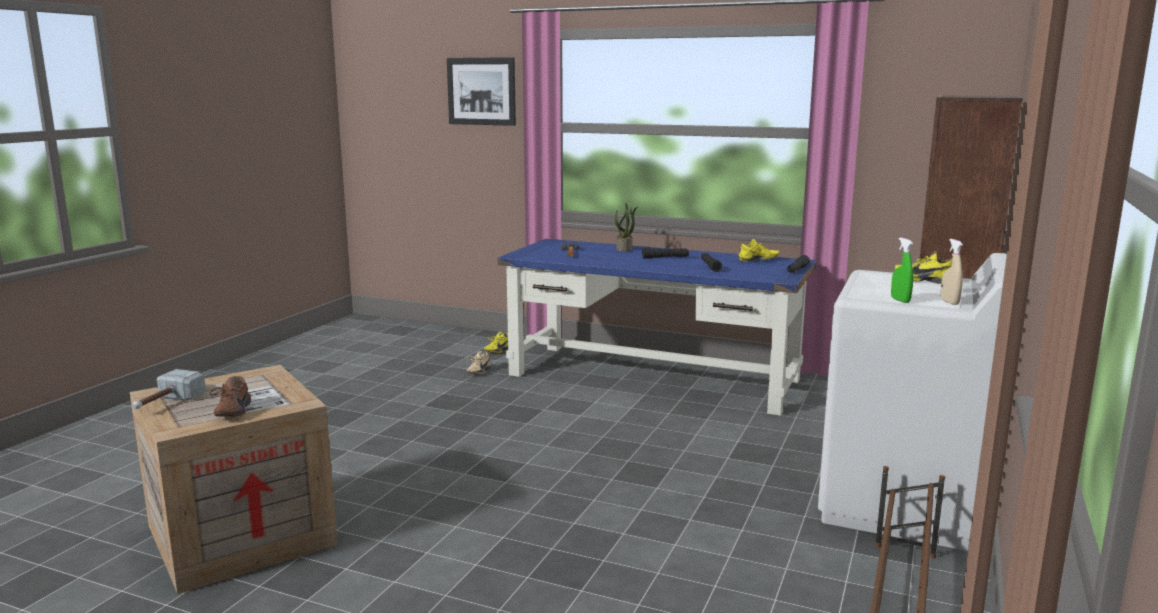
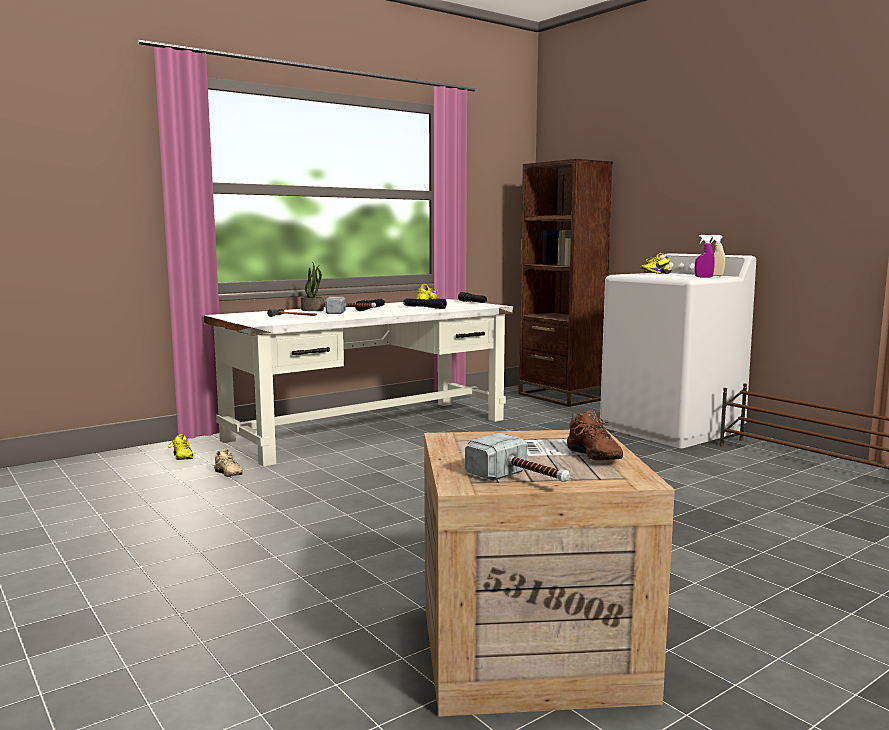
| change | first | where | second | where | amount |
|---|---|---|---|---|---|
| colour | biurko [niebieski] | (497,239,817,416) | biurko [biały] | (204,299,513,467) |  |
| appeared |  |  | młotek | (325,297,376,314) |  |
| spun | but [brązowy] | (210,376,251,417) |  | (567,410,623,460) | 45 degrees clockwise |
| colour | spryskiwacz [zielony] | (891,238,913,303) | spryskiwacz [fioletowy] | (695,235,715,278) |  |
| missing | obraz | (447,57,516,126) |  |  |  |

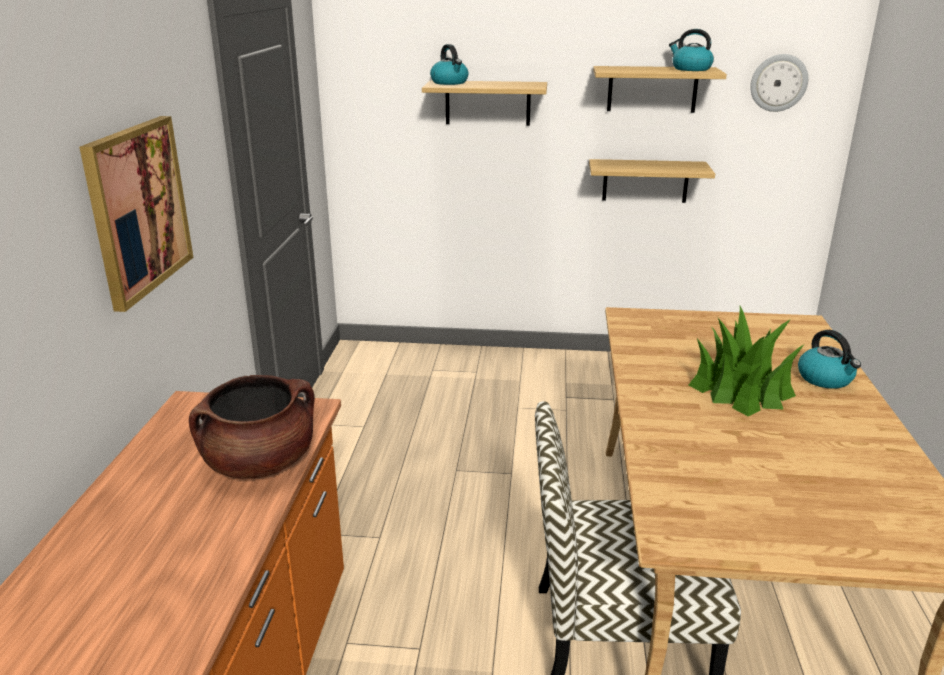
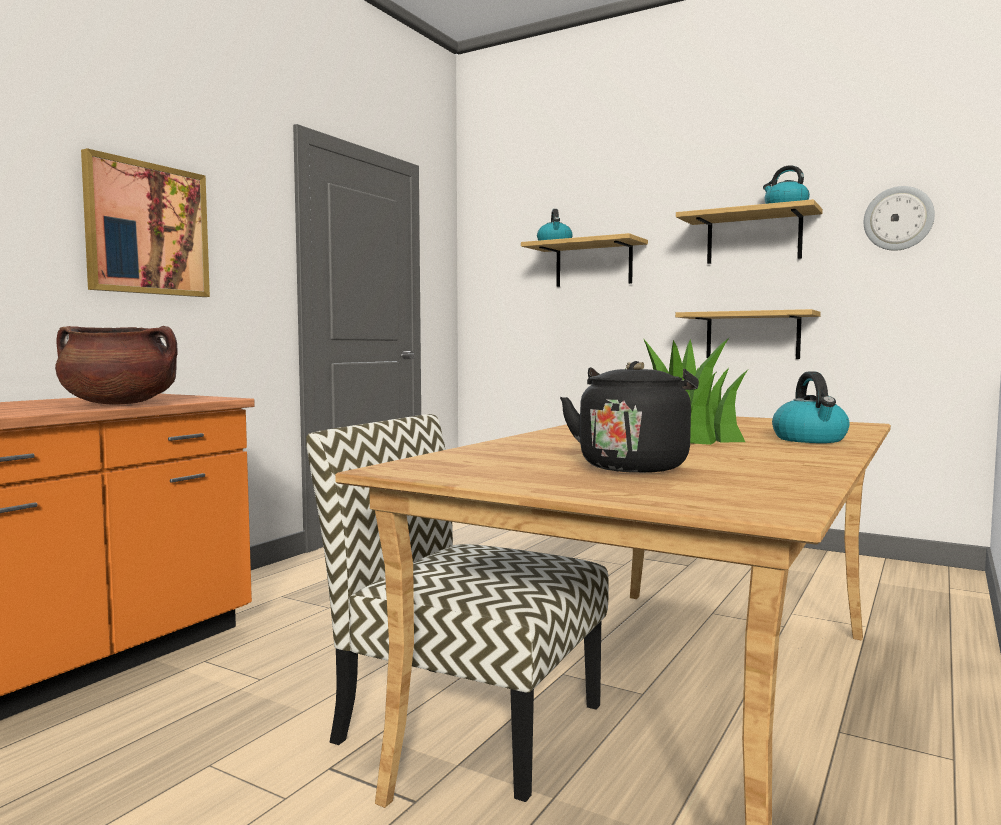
| change | first | where | second | where | amount |
|---|---|---|---|---|---|
| appeared |  |  | czajnik [czarny] | (560,361,699,473) |  |

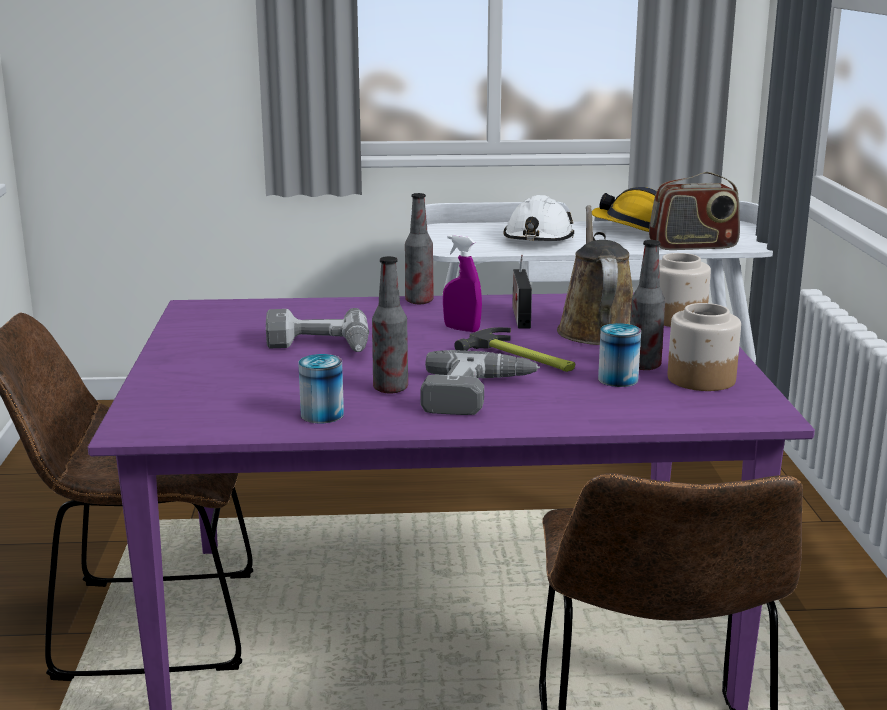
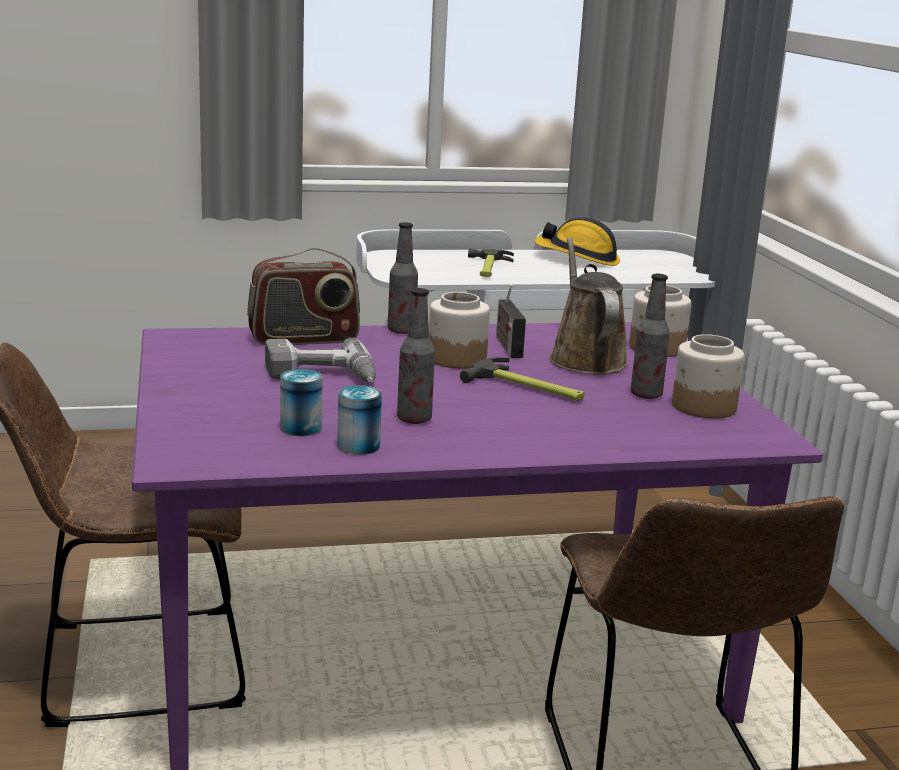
| change | first | where | second | where | amount |
|---|---|---|---|---|---|
| relocated | radio | (649,172,740,250) |  | (247,248,360,345) |  |
| relocated | puszka | (598,323,641,387) |  | (280,369,323,436) |  |
| exchanged | spryskiwacz [fioletowy] | (443,235,482,332) | słoik | (429,292,490,369) |  |
| exchanged | kask [biały] | (503,195,574,241) | młotek | (468,248,514,277) |  |
| missing | wiertarka | (420,350,540,415) |  |  |  |

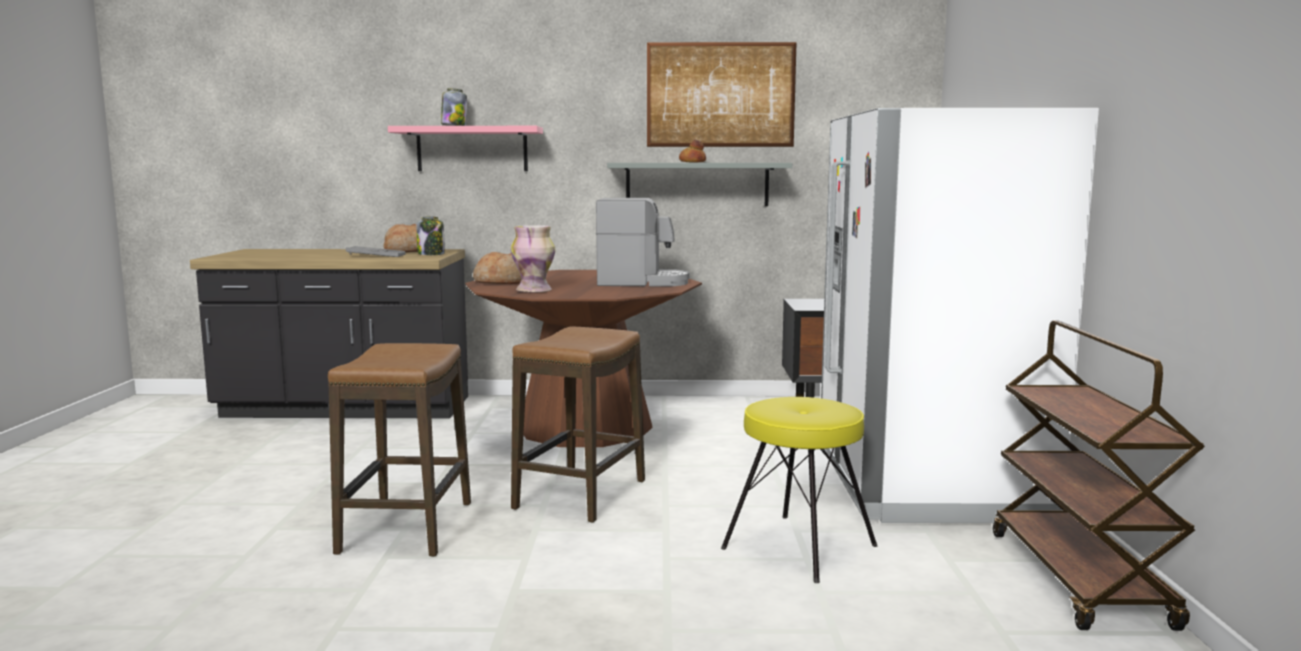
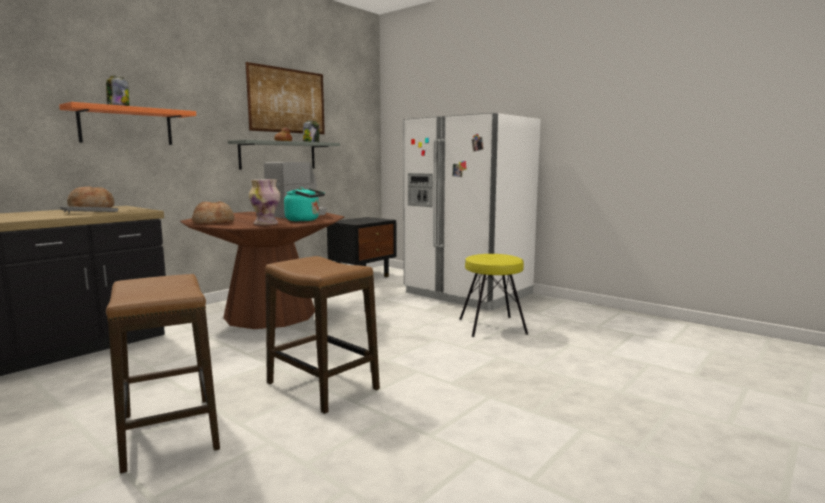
| change | first | where | second | where | amount |
|---|---|---|---|---|---|
| colour | półka [różowy] | (388,126,543,171) | półka [pomarańczowy] | (59,102,196,145) |  |
| relocated | stołek | (511,327,645,523) |  | (106,274,220,473) |  |
| appeared |  |  | czajnik [turkusowy] | (284,187,325,222) |  |
| relocated | słoik | (417,216,445,255) |  | (303,120,320,142) |  |
| missing | wózek [brązowy] | (993,321,1205,631) |  |  |  |

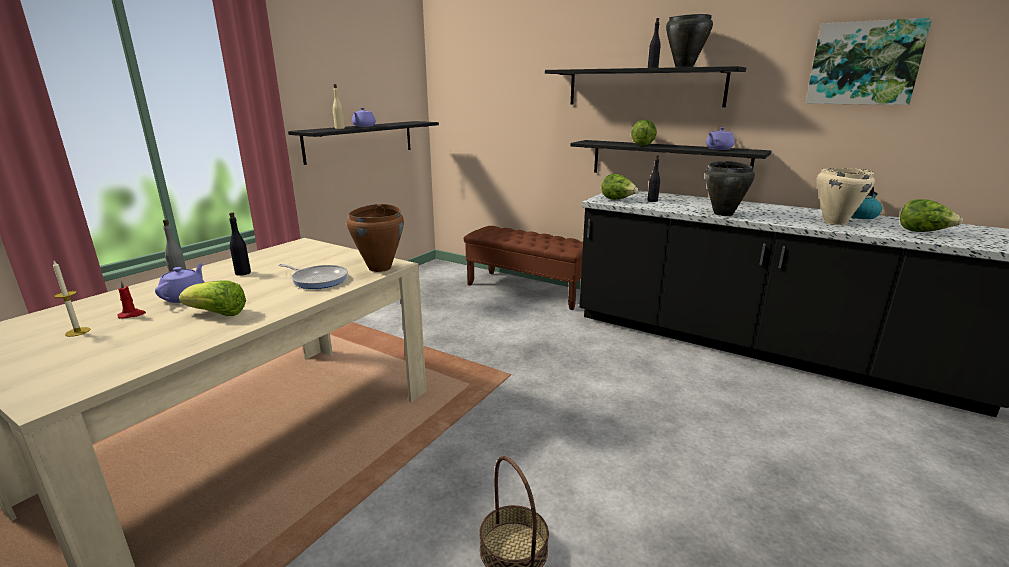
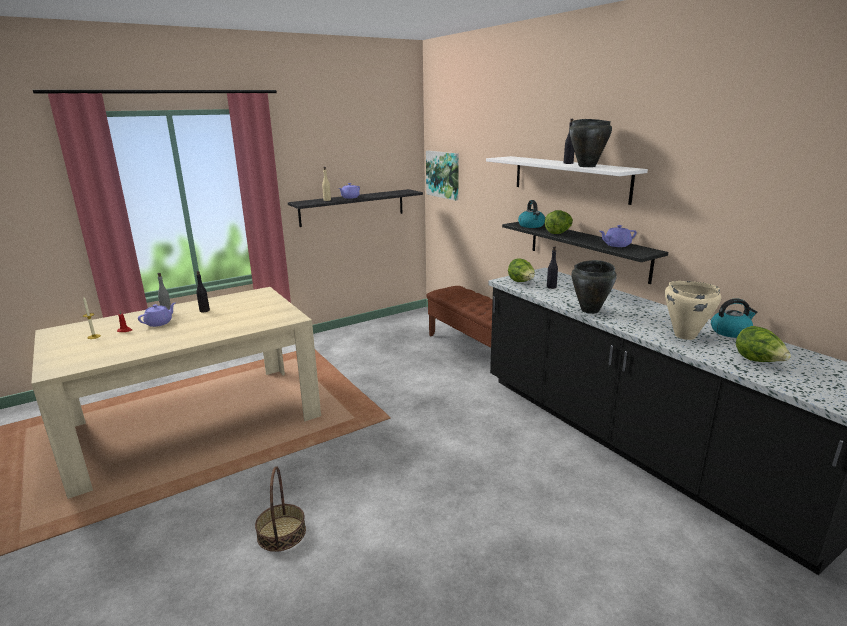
| change | first | where | second | where | amount |
|---|---|---|---|---|---|
| relocated | obraz | (805,18,932,105) |  | (426,151,459,201) |  |
| colour | półka [czarny] | (545,66,746,107) | półka [biały] | (486,156,648,205) |  |
| appeared |  |  | czajnik | (518,200,545,228) |  |
| missing | sałata | (179,280,246,316) |  |  |  |
| missing | patelnia | (278,264,348,289) |  |  |  |
| missing | garnek [brązowy] | (347,204,404,272) |  |  |  |

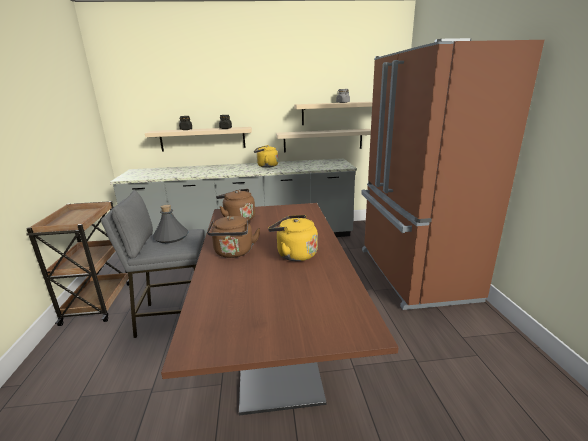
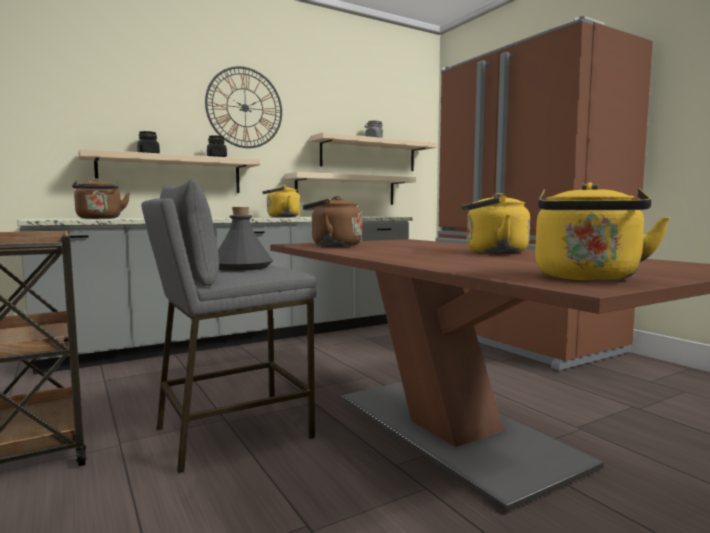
| change | first | where | second | where | amount |
|---|---|---|---|---|---|
| relocated | czajnik [brązowy] | (207,216,260,258) |  | (72,178,130,219) |  |
| appeared |  |  | zegar ścienny | (205,66,282,148) |  |
| appeared |  |  | czajnik [żółty] | (535,182,670,281) |  |

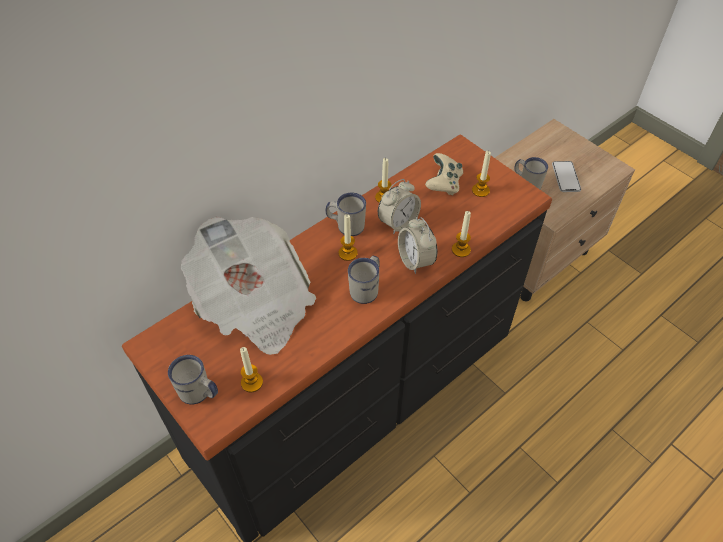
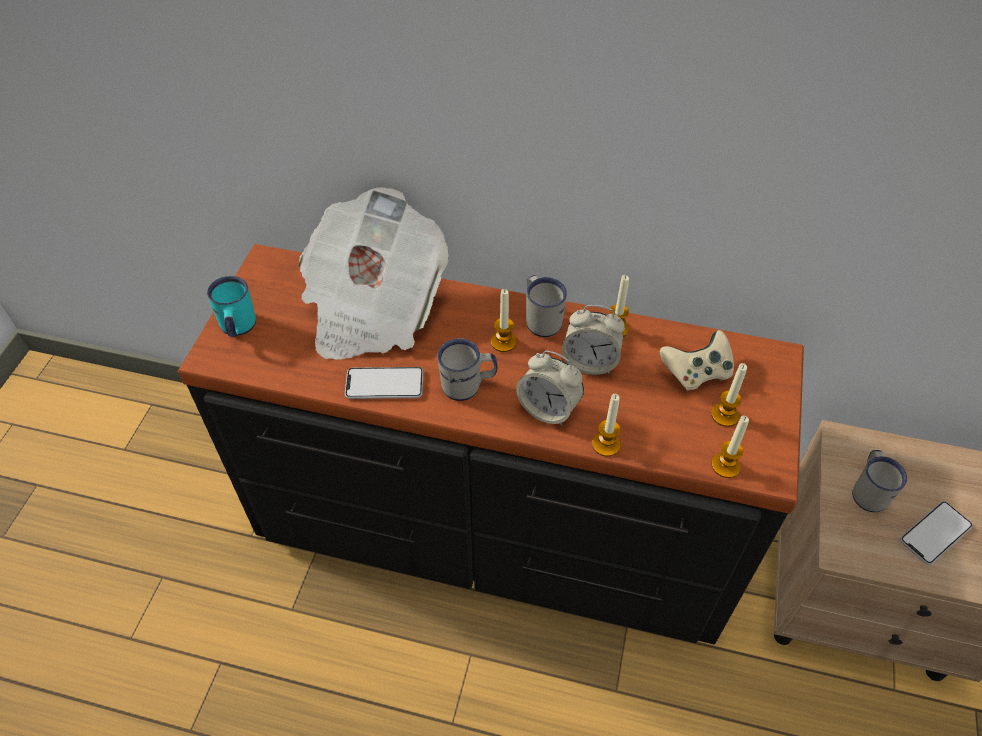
| change | first | where | second | where | amount |
|---|---|---|---|---|---|
| colour | kubek [biały] | (168,355,218,405) | kubek [turkusowy] | (207,276,256,337) |  |
| appeared |  |  | telefon | (345,367,424,399) |  |
| spun | budzik | (398,217,437,274) |  | (516,351,584,426) | 90 degrees counterclockwise |
| relocated | świeca | (240,347,263,392) |  | (711,416,749,478) |  |

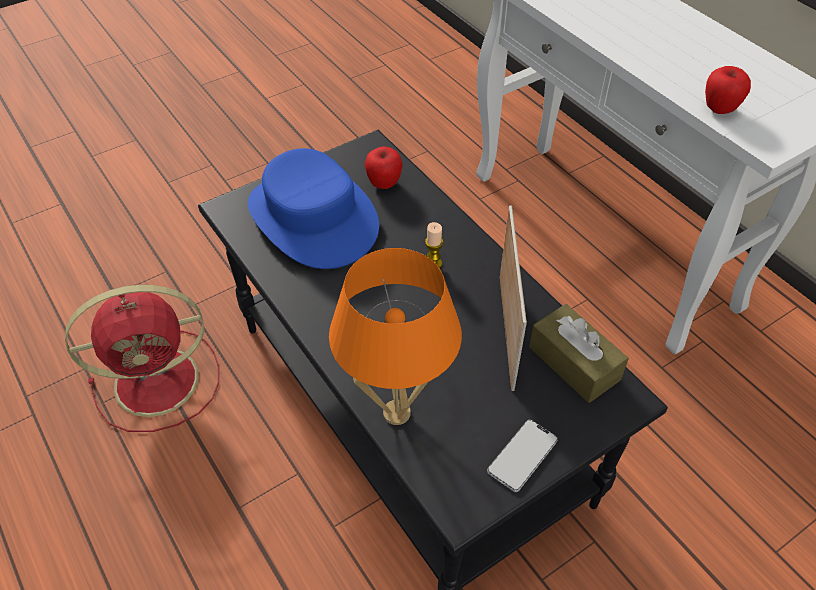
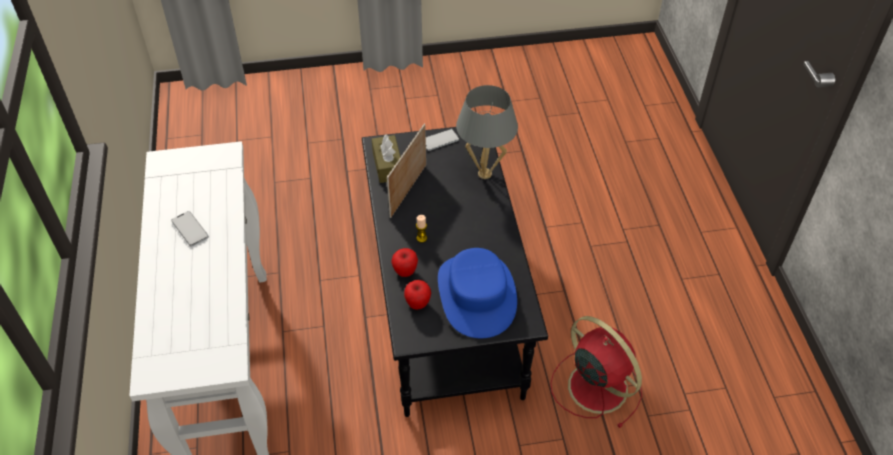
| change | first | where | second | where | amount |
|---|---|---|---|---|---|
| appeared |  |  | telefon | (171,211,209,247) |  |
| relocated | jabłko | (705,66,751,114) |  | (391,248,418,277) |  |
| colour | lampa stołowa [pomarańczowy] | (329,248,462,425) | lampa stołowa [szary] | (456,85,518,179) |  |
| spun | wentylator [czerwony] | (65,285,219,432) |  | (550,316,642,429) | 45 degrees clockwise |

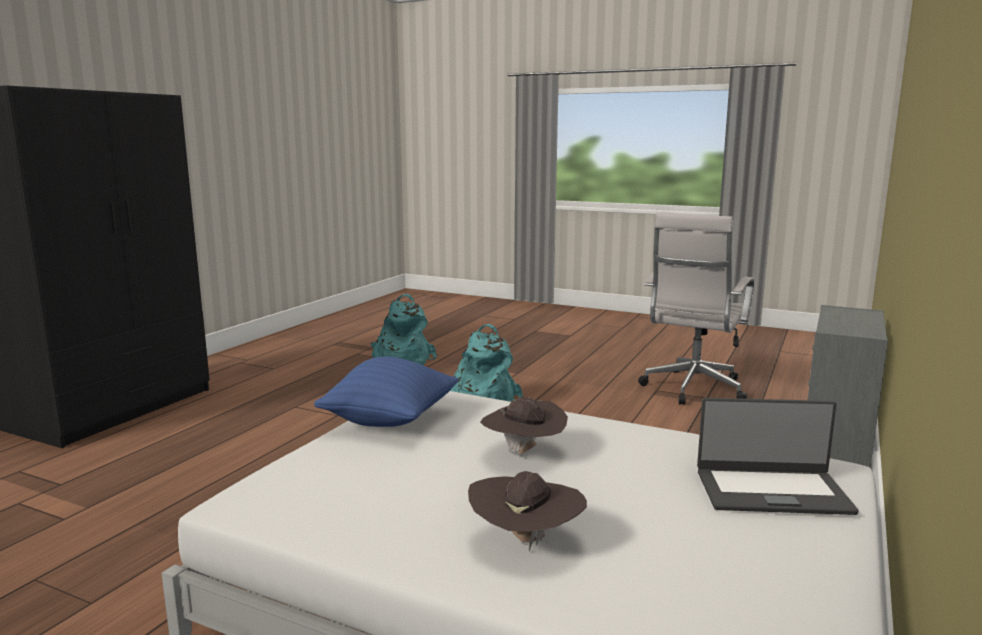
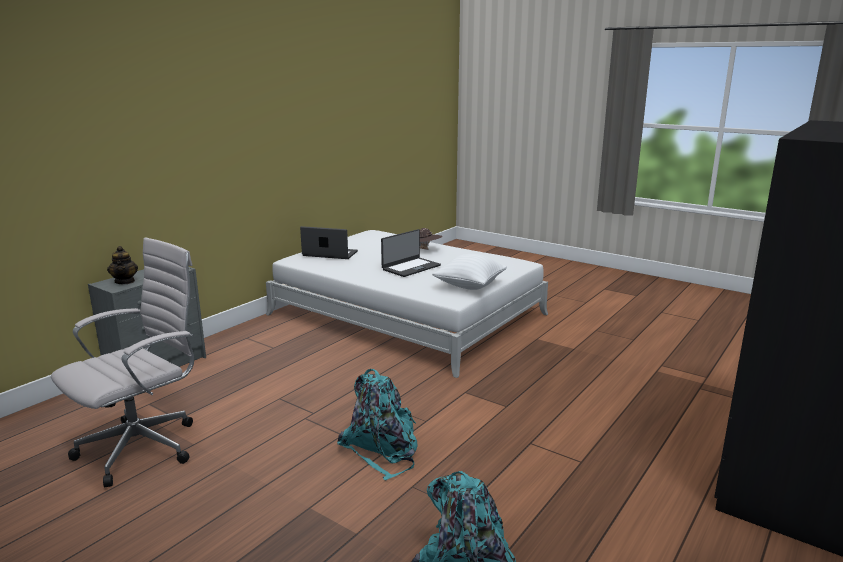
| change | first | where | second | where | amount |
|---|---|---|---|---|---|
| appeared |  |  | imbryk | (107,246,138,284) |  |
| exchanged | kapelusz [brązowy] | (480,397,568,454) | laptop | (381,229,441,277) |  |
| colour | poduszka [niebieski] | (314,357,459,427) | poduszka [biały] | (432,254,507,290) |  |

